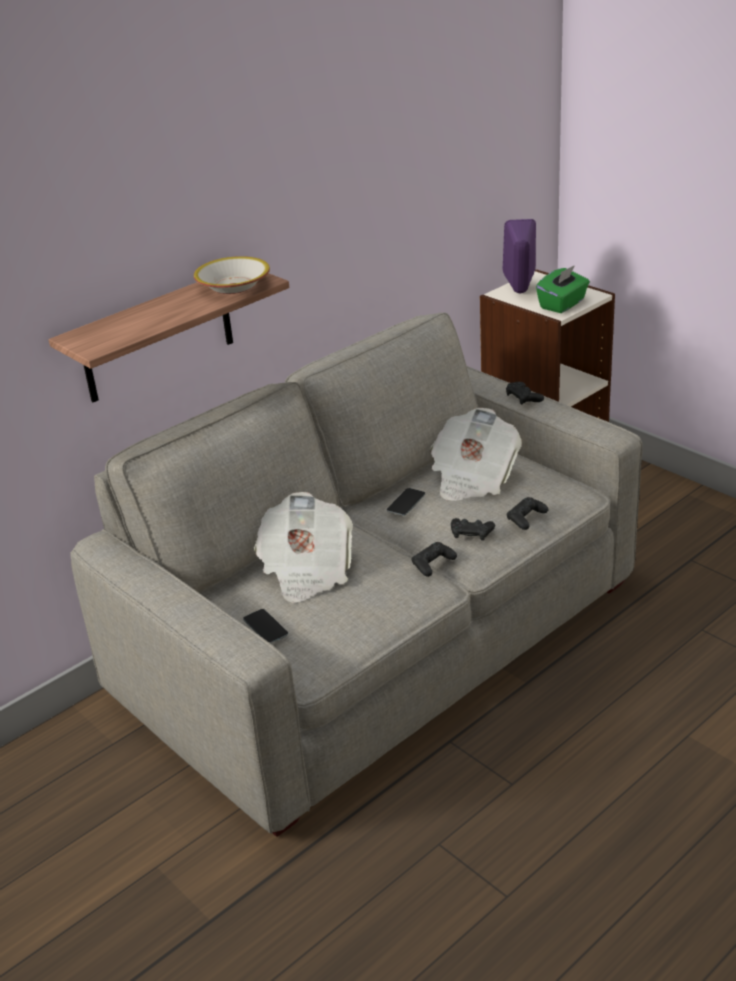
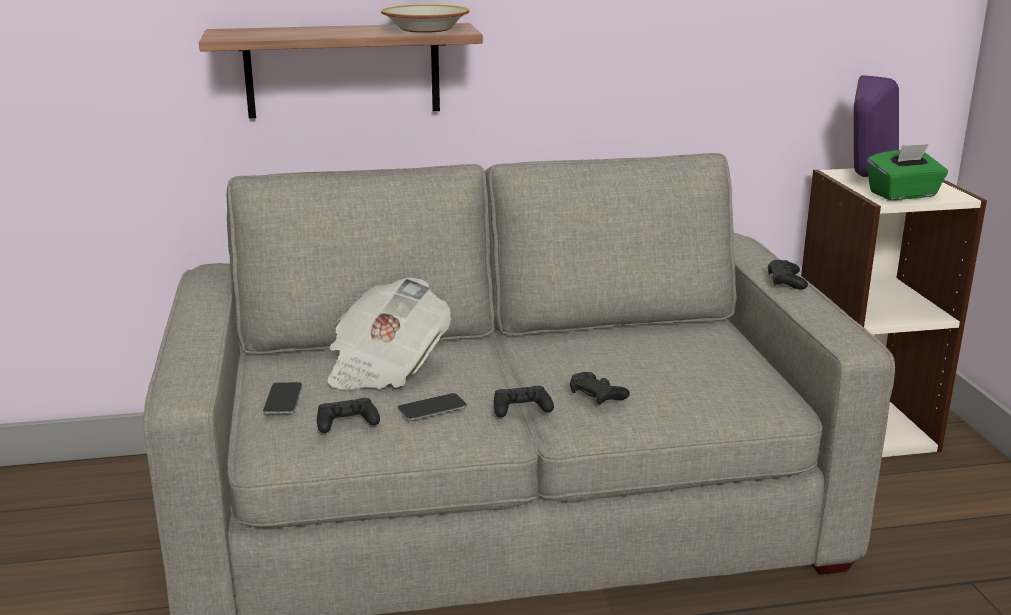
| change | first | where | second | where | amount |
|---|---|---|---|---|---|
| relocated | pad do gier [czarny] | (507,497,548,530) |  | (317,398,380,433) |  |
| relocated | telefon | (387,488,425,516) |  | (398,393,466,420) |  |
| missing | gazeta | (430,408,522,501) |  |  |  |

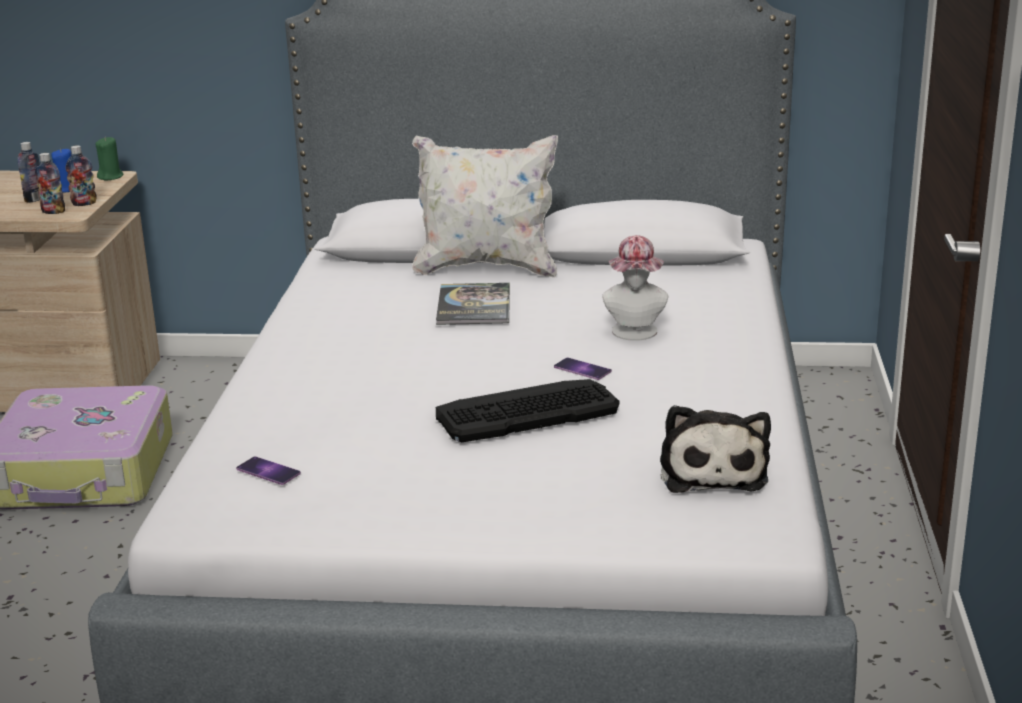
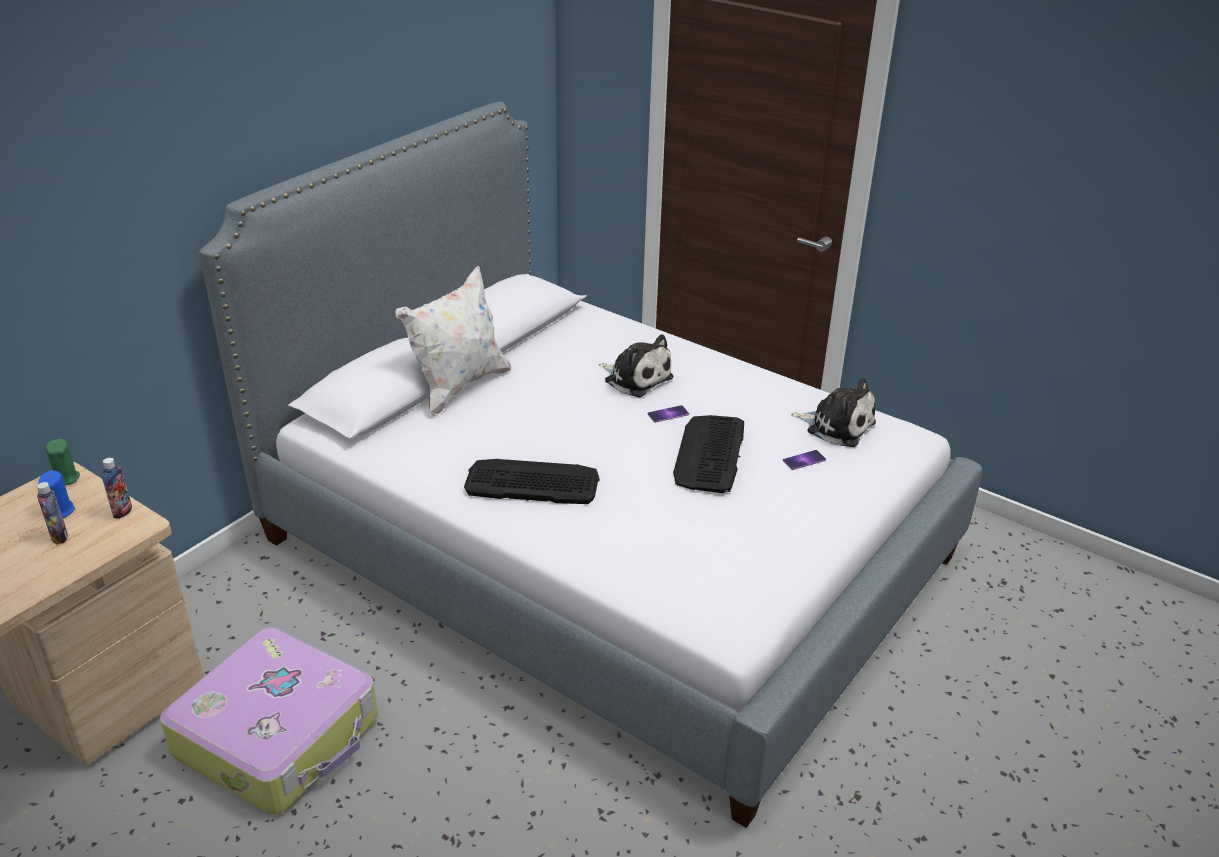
| change | first | where | second | where | amount |
|---|---|---|---|---|---|
| appeared |  |  | klawiatura | (464,459,600,504) |  |
| exchanged | kapelusz | (602,235,668,341) | pluszak | (598,334,673,397) |  |
| relocated | telefon | (236,456,301,485) |  | (783,450,826,470) |  |
| missing | butelka | (35,153,65,214) |  |  |  |
| missing | książka | (436,283,510,325) |  |  |  |

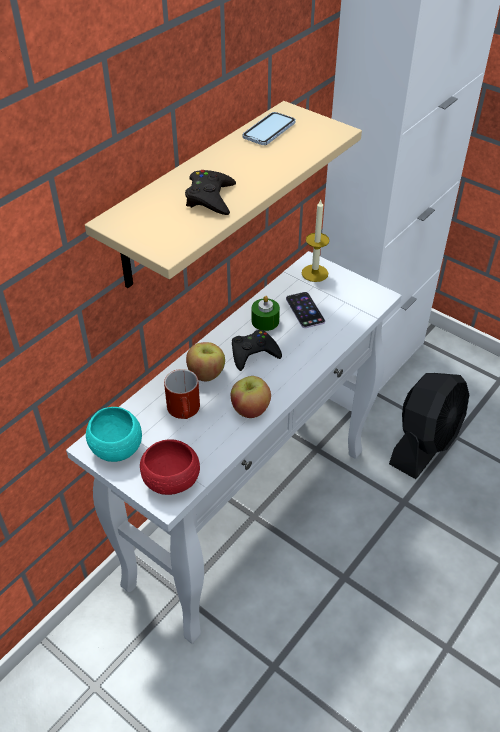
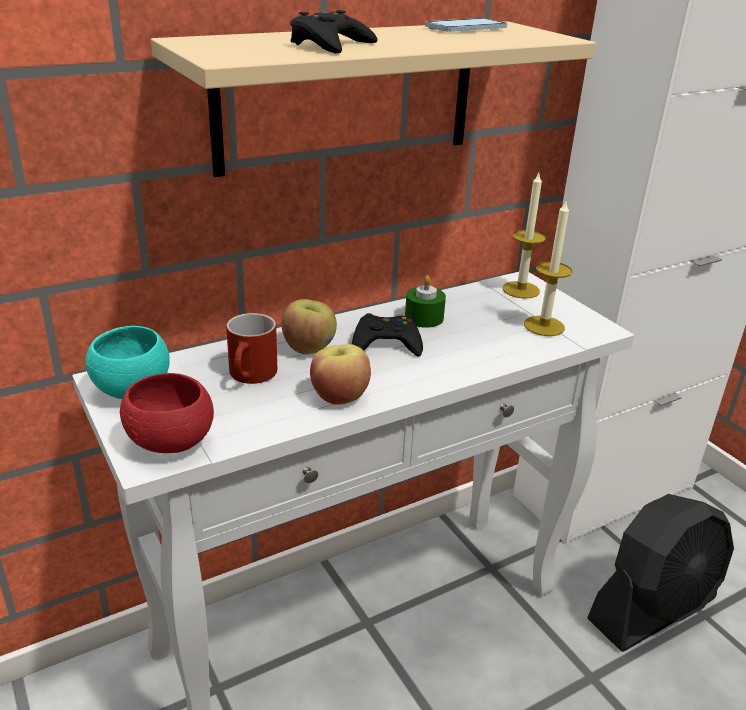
| change | first | where | second | where | amount |
|---|---|---|---|---|---|
| appeared |  |  | świeca | (524,201,572,336) |  |
| missing | telefon | (286,292,325,328) |  |  |  |

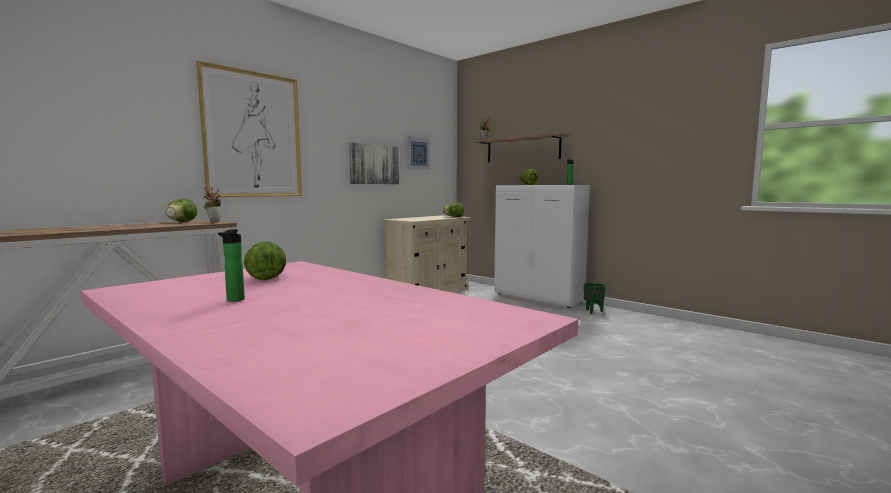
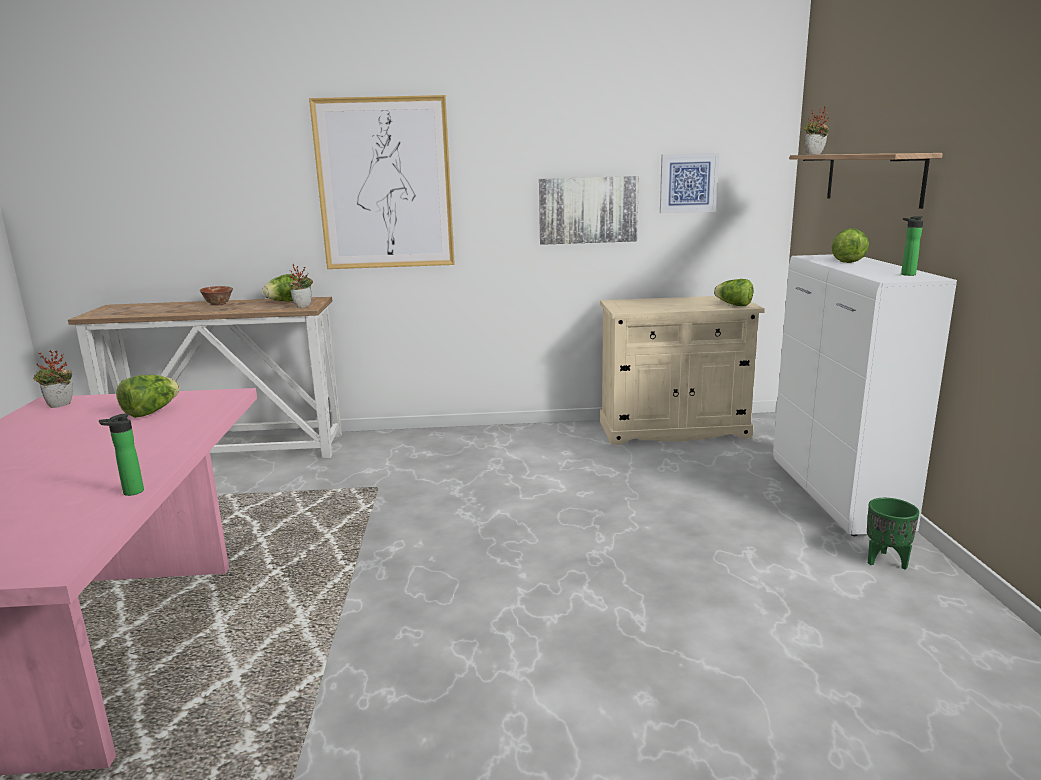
| change | first | where | second | where | amount |
|---|---|---|---|---|---|
| appeared |  |  | roślina doniczkowa | (33,350,73,408) |  |
| relocated | butelka | (218,229,245,302) |  | (99,413,144,496) |  |
| appeared |  |  | miska | (200,286,233,305) |  |

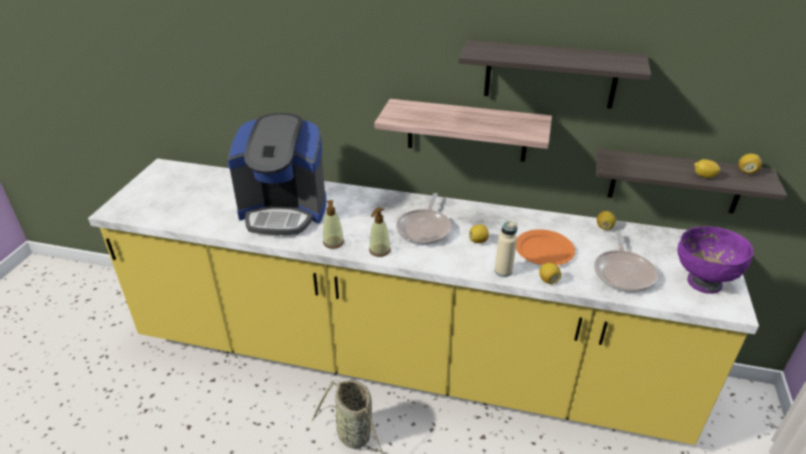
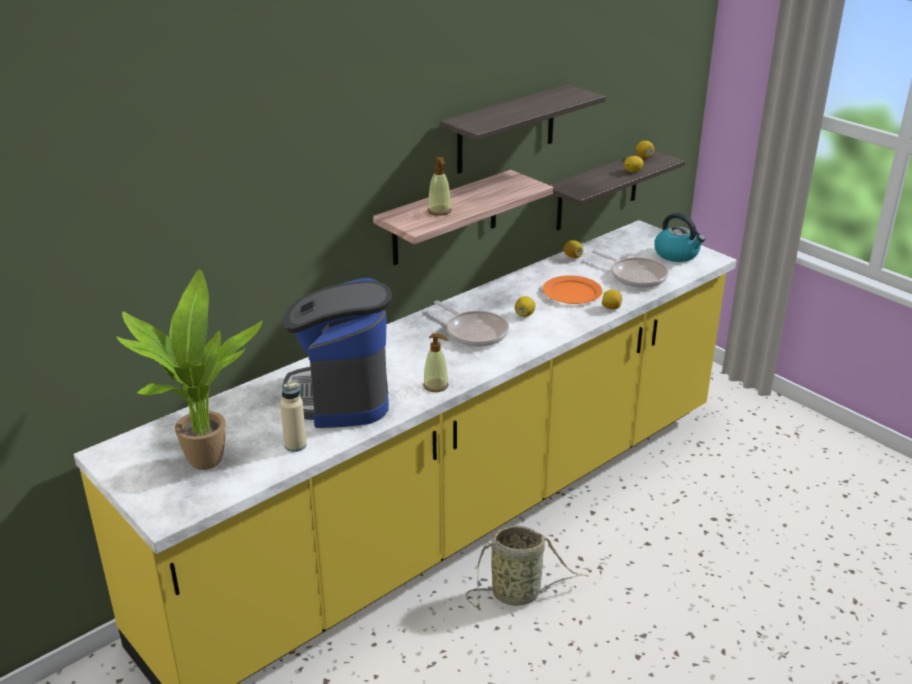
| change | first | where | second | where | amount |
|---|---|---|---|---|---|
| appeared |  |  | roślina doniczkowa | (116,269,263,470) |  |
| relocated | butelka [beżowy] | (495,221,517,277) |  | (280,381,307,452) |  |
| spun | ekspres do kawy | (227,113,326,235) |  | (282,278,392,428) | 135 degrees clockwise |
| relocated | dozownik mydła | (369,207,391,257) |  | (428,157,452,216) |  |
| exchanged | miska [fioletowy] | (677,226,754,294) | czajnik | (654,213,705,262) |  |

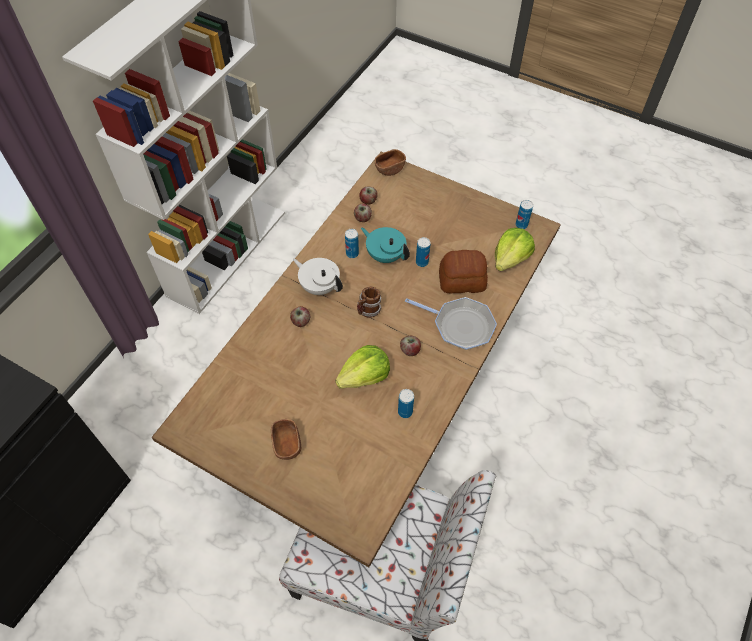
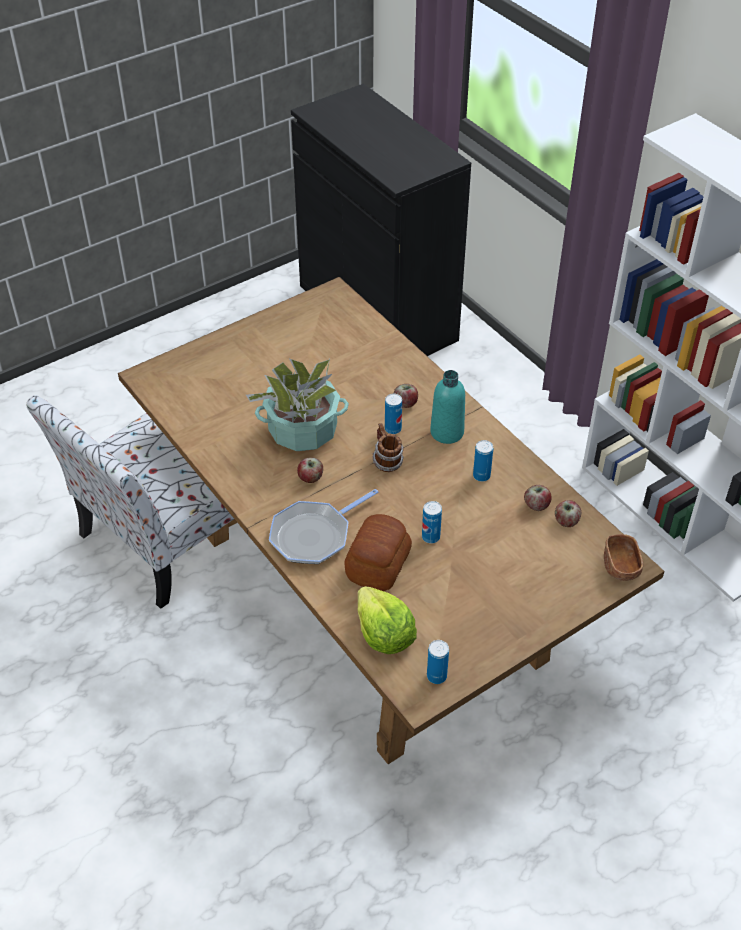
| change | first | where | second | where | amount |
|---|---|---|---|---|---|
| exchanged | sałata | (335,345,390,389) | roślina doniczkowa | (246,359,349,451) |  |
| relocated | puszka | (398,389,414,418) |  | (385,394,402,434) |  |
| exchanged | imbryk [biały] | (293,258,343,295) | butelka [turkusowy] | (430,370,465,444) |  |
| missing | miska [brązowy] | (271,419,301,460) |  |  |  |
| missing | imbryk [turkusowy] | (361,227,410,263) |  |  |  |

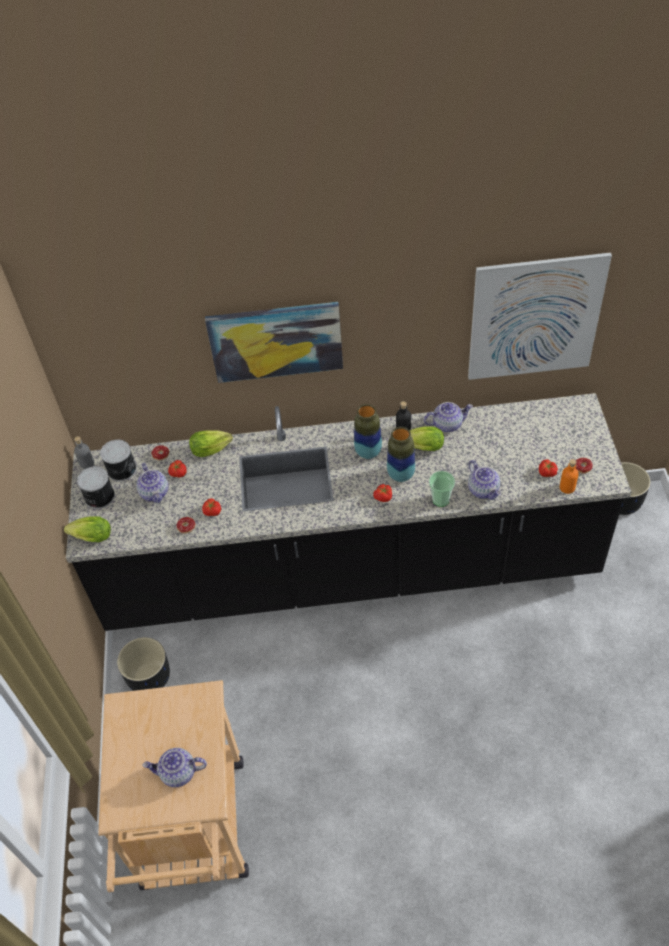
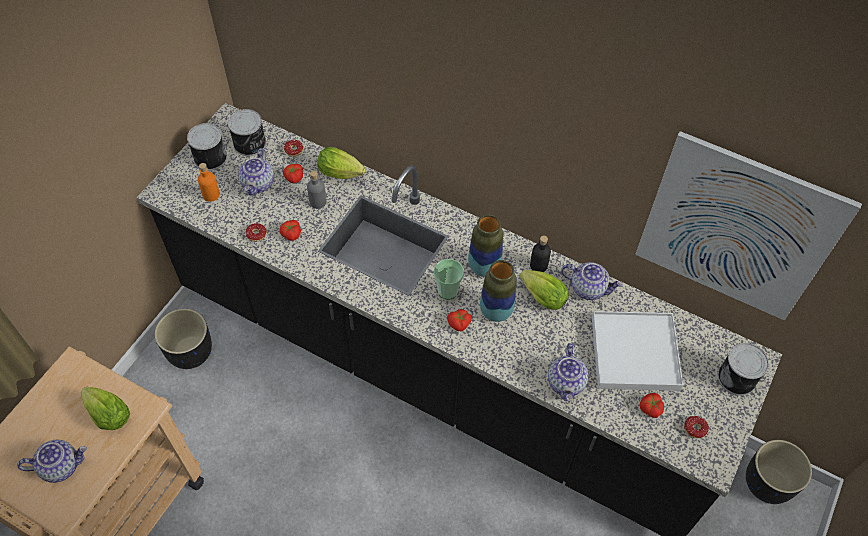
| change | first | where | second | where | amount |
|---|---|---|---|---|---|
| spun | imbryk | (143,748,207,787) |  | (17,440,87,483) | 135 degrees clockwise |
| relocated | sałata | (64,516,111,542) |  | (81,387,130,430) |  |
| relocated | butelka [pomarańczowy] | (560,459,579,494) |  | (198,163,220,202) |  |
| relocated | butelka [szary] | (74,436,94,469) |  | (307,171,327,209) |  |
| relocated | filiżanka | (429,471,455,507) |  | (434,259,464,300) |  |
| appeared |  |  | taca [biały] | (592,311,683,391) |  |
| appeared |  |  | puszka | (718,343,769,396) |  |
| missing | obraz | (205,302,343,383) |  |  |  |

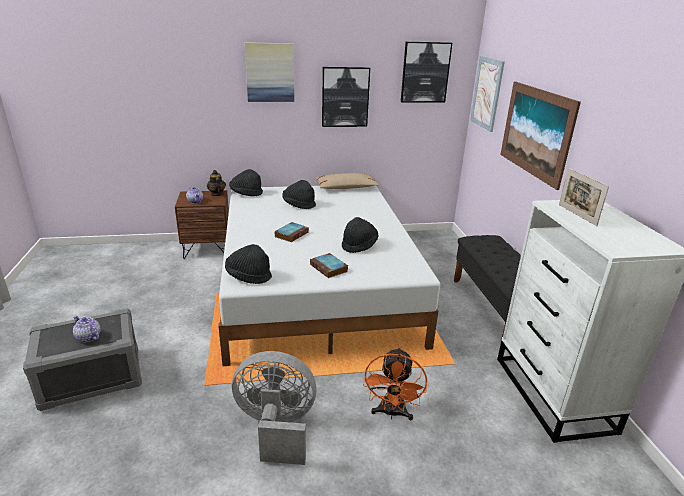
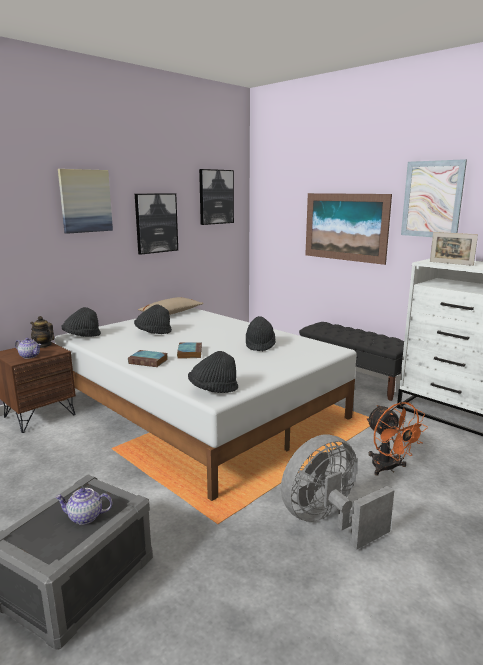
| change | first | where | second | where | amount |
|---|---|---|---|---|---|
| relocated | książka | (310,253,348,278) |  | (128,350,168,367) |  |
| relocated | obraz | (470,56,505,132) |  | (401,159,467,237) |  |

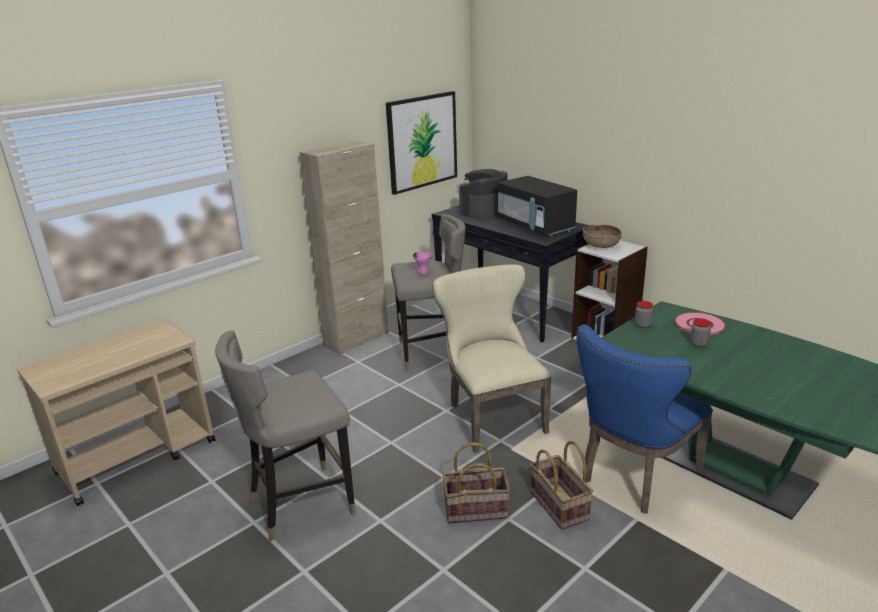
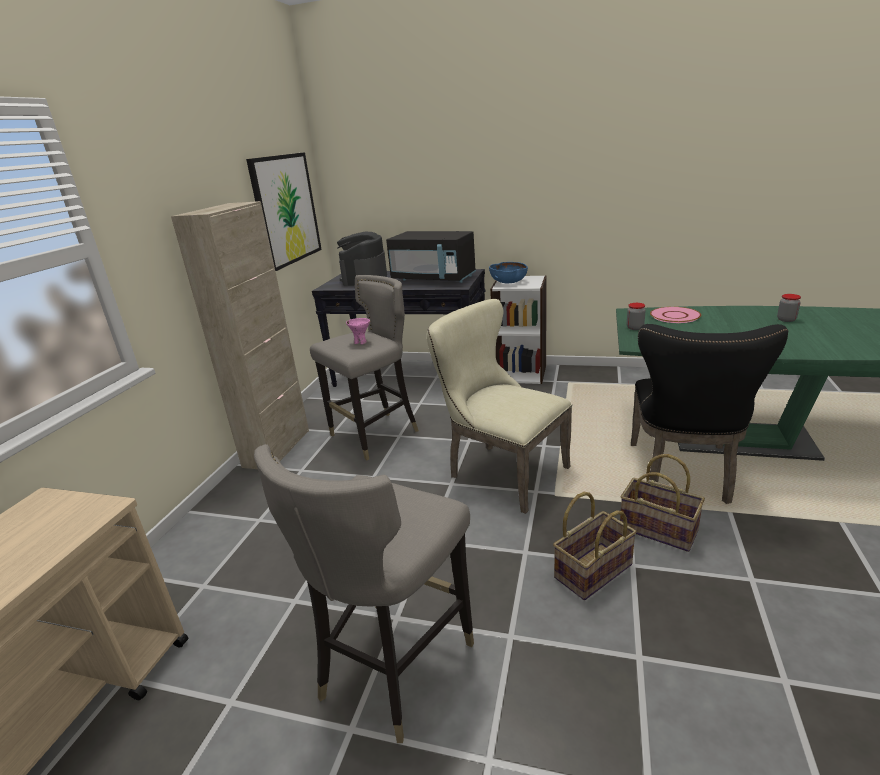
| change | first | where | second | where | amount |
|---|---|---|---|---|---|
| colour | miska [brązowy] | (583,224,622,248) | miska [niebieski] | (489,262,528,283) |  |
| colour | krzesło [niebieski] | (577,324,713,513) | krzesło [czarny] | (631,324,788,504) |  |
| relocated | słoik | (690,318,711,348) |  | (777,294,801,322) |  |

